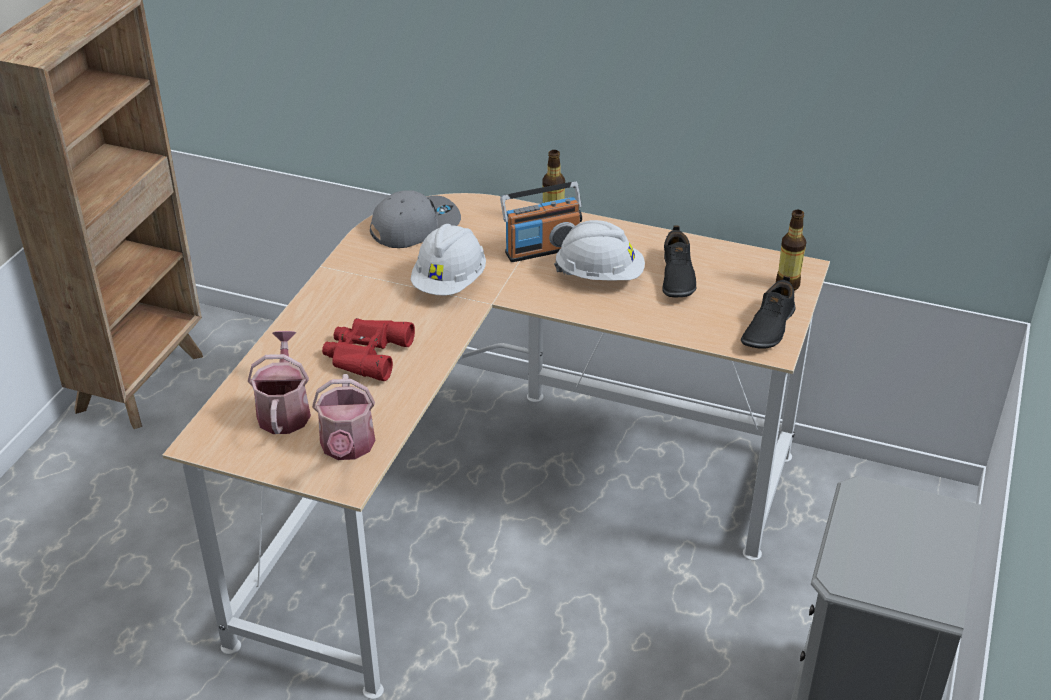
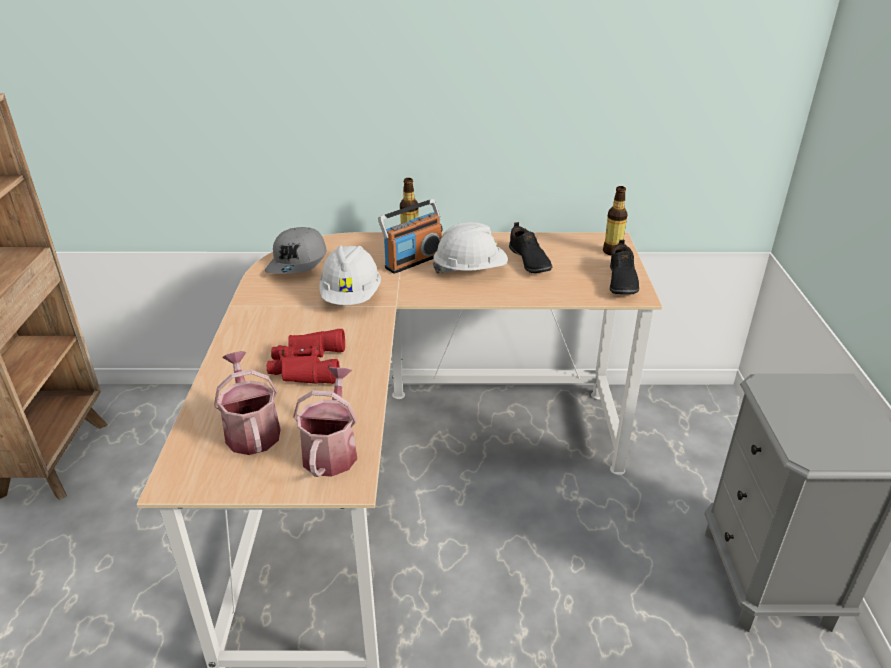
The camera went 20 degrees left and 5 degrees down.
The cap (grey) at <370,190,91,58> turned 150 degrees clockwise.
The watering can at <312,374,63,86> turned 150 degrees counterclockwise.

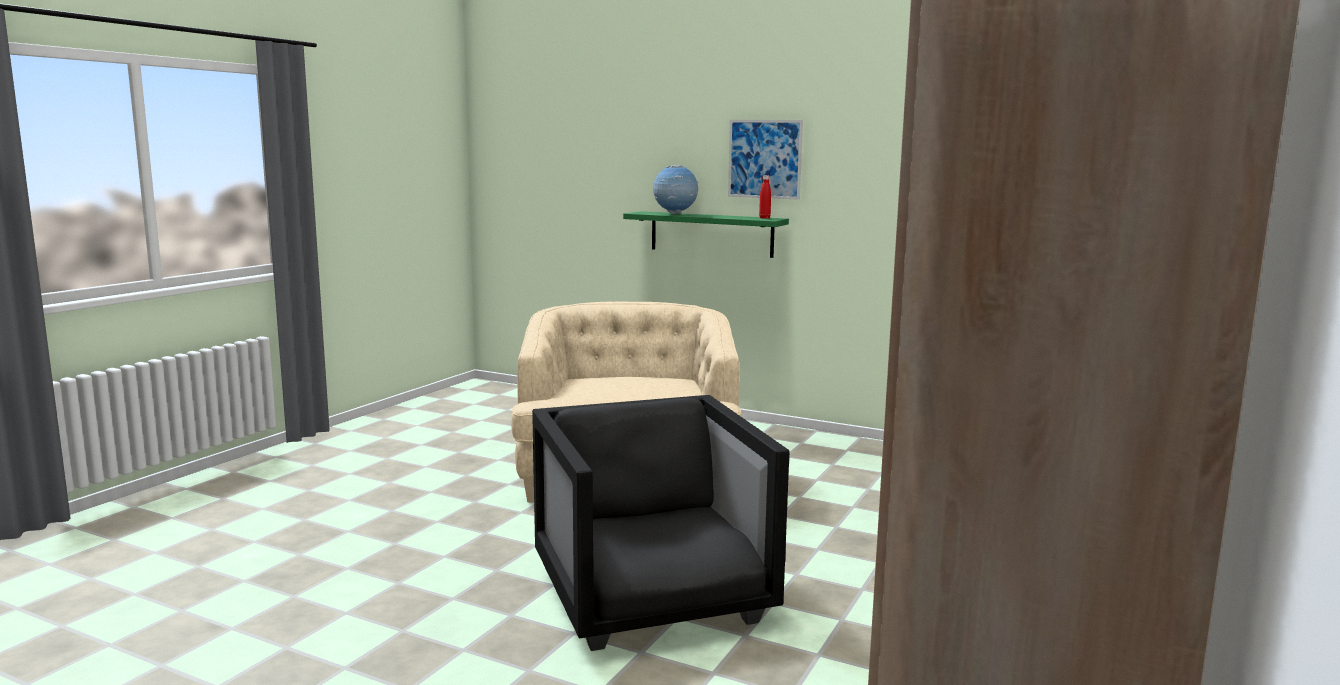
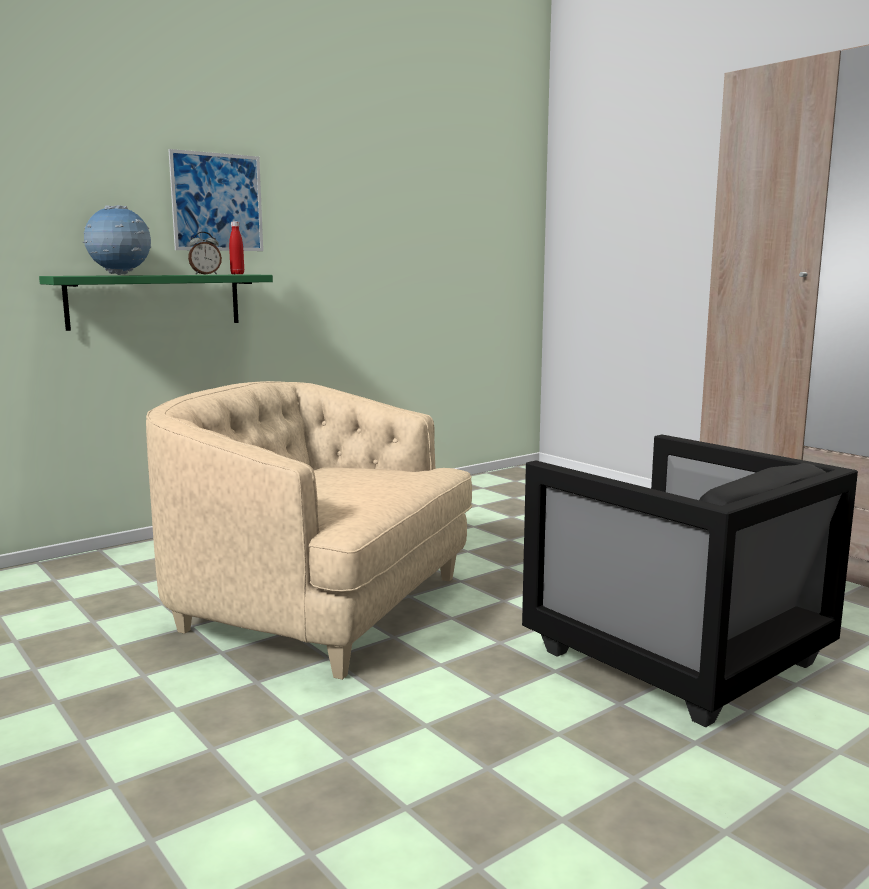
The camera went 65 degrees left and 0 degrees up.
The armchair (black) at <532,395,258,256> turned 135 degrees counterclockwise.
The alarm clock at <188,232,34,43> appeared.

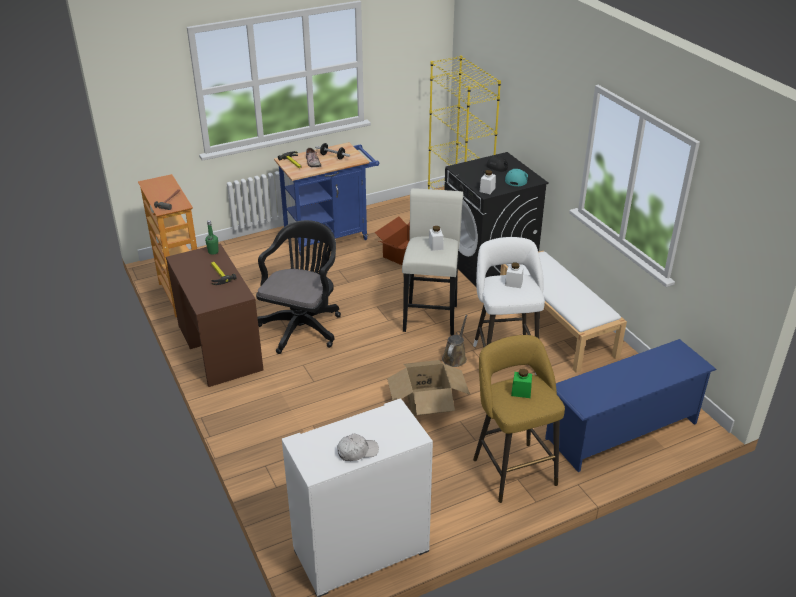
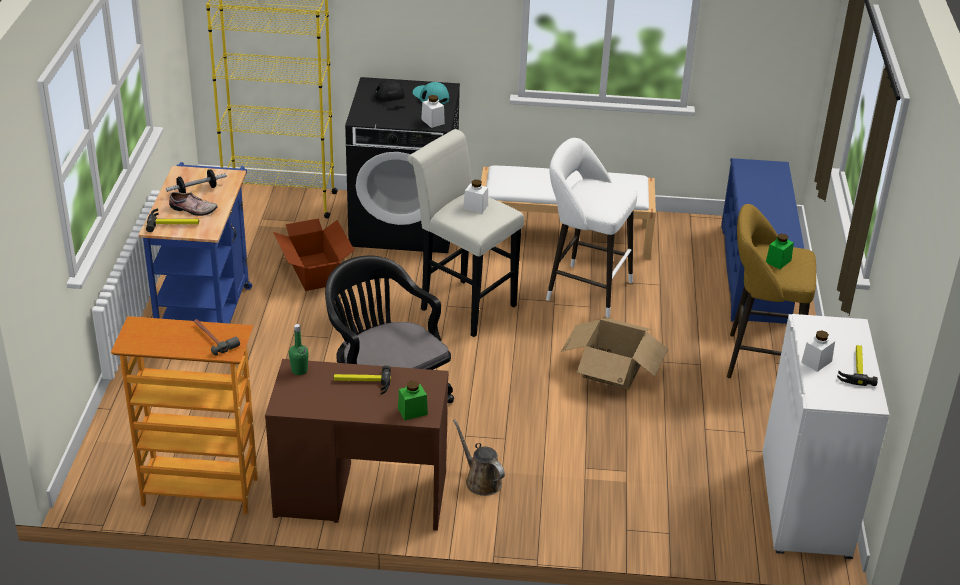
The camera went 60 degrees left and 0 degrees up.
The jar (white) moved from <505,262,18,26> to <801,330,34,42>.
The watering can (brown) moved from <442,315,25,52> to <453,419,52,77>.
The cap (white) at <337,433,42,28> was replaced by the hammer at <837,345,41,41>.
The jar (green) at <398,381,30,39> appeared.

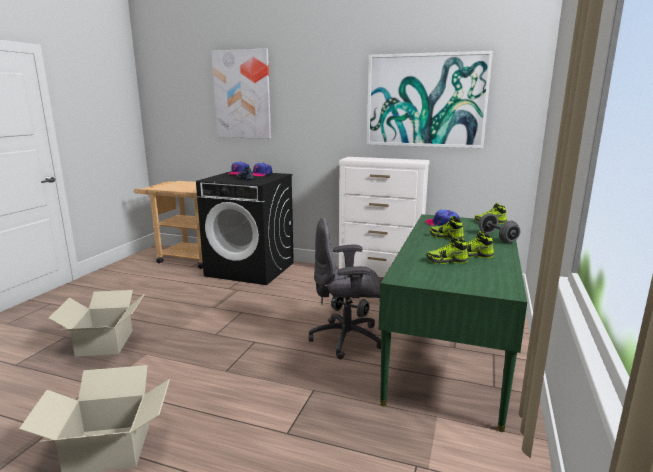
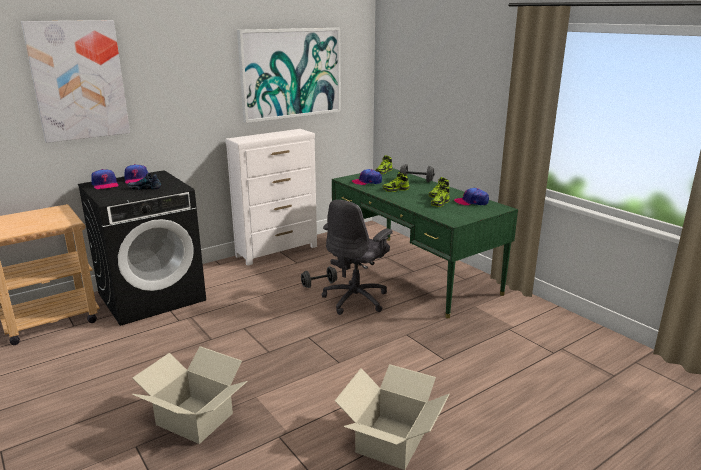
The camera went 55 degrees left and 5 degrees up.
The cap at <454,188,35,18> appeared.

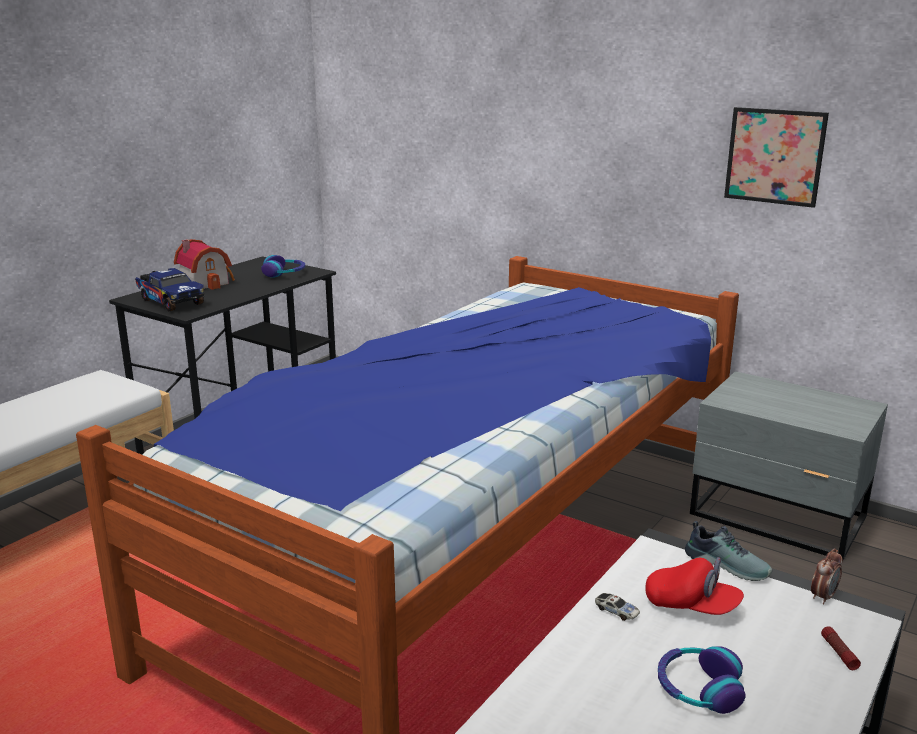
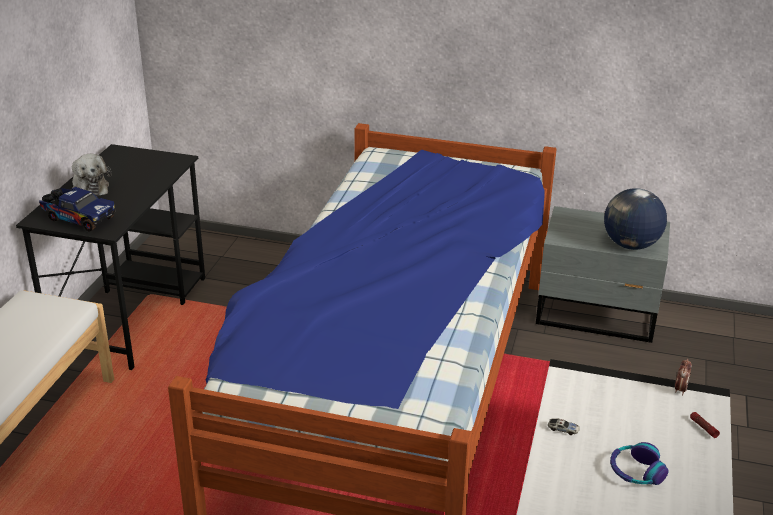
The camera went 20 degrees left and 10 degrees up.
The picture at <724,107,105,101> disappeared.
The toy house at <174,239,61,51> was replaced by the plush toy at <72,154,39,43>.
The headphones at <261,255,44,23> disappeared.
The shoe at <685,521,87,60> disappeared.
The cap (red) at <645,557,99,58> disappeared.
The globe at <604,188,63,62> appeared.

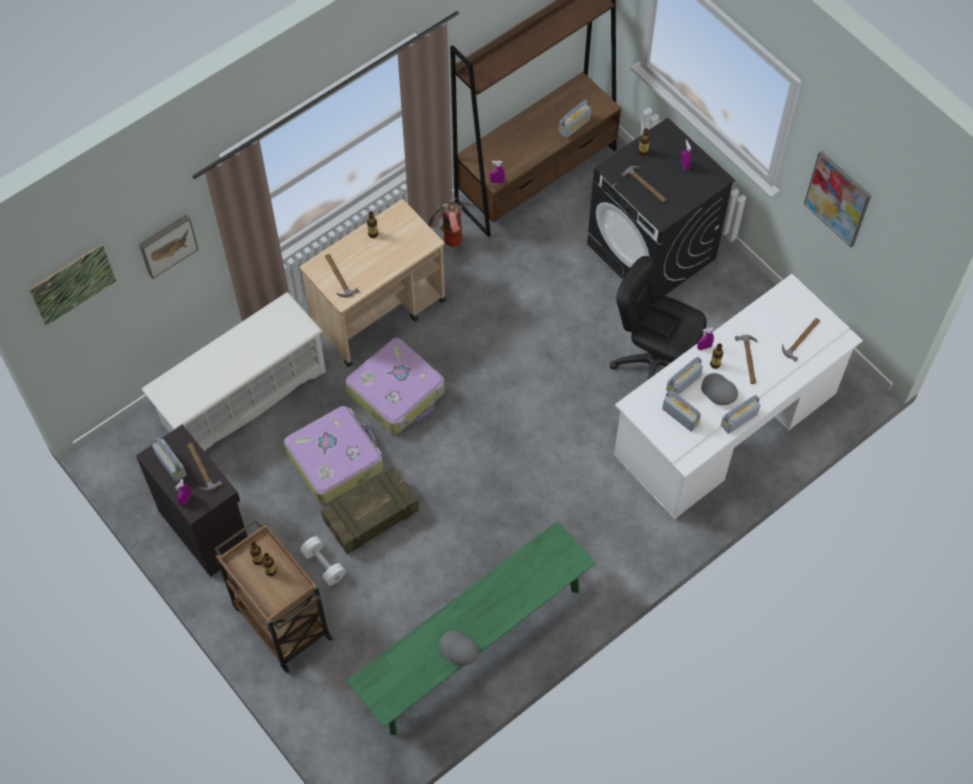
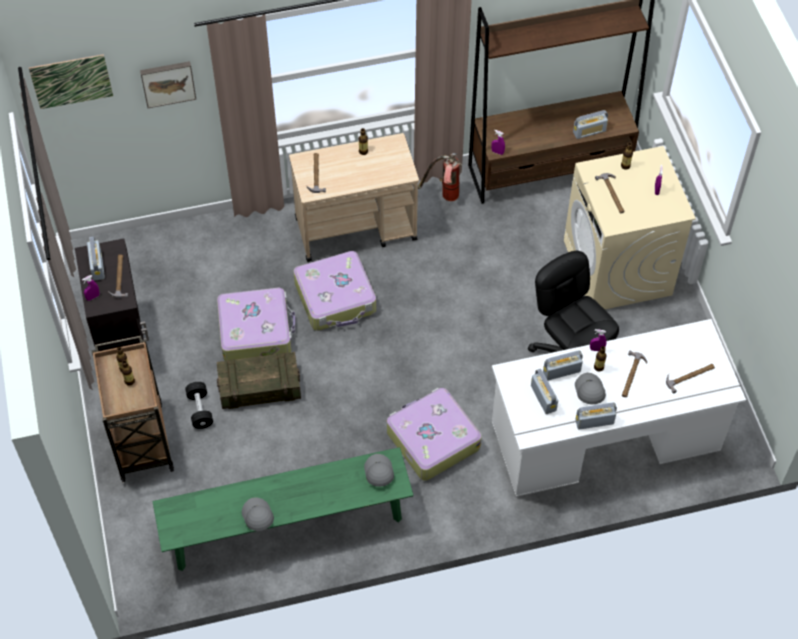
The camera went 25 degrees right and 5 degrees down.
The washing machine (black) at <587,117,148,179> became the washing machine (beige) at <564,146,132,163>.
The picture at <804,151,67,96> disappeared.
The shoe rack (white) at <142,292,184,159> disappeared.
The dumbbell (white) at <300,536,46,50> became the dumbbell (black) at <185,382,28,47>.
The suitcase at <387,388,94,93> appeared.
The cap (grey) at <364,454,30,33> appeared.

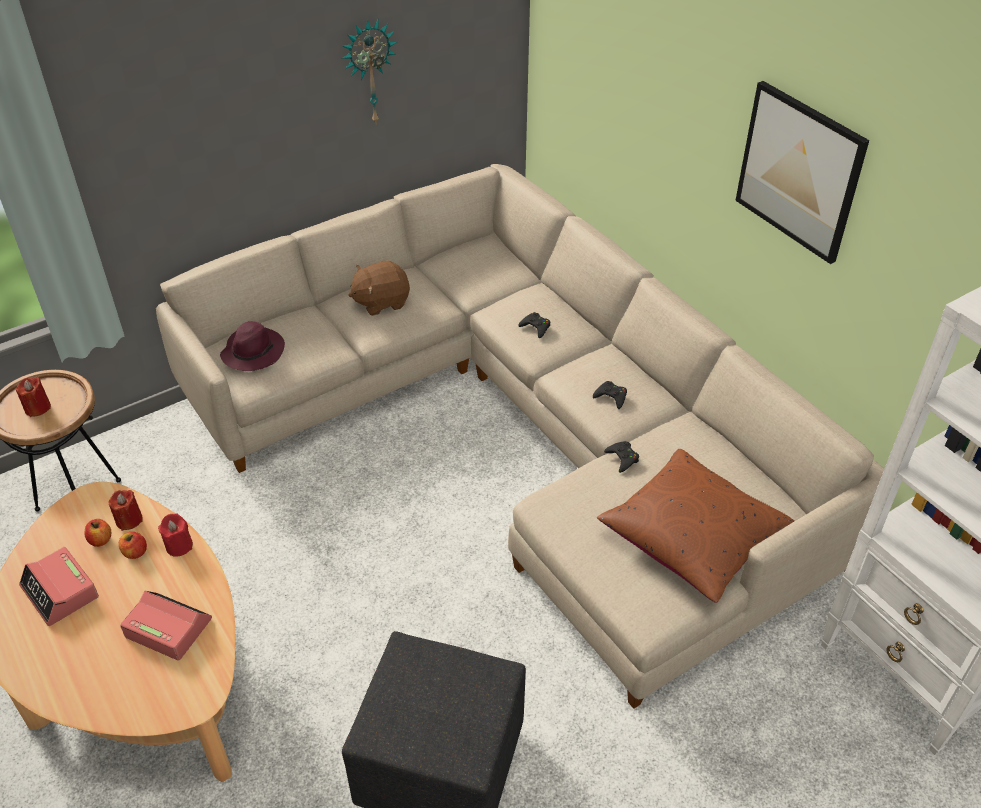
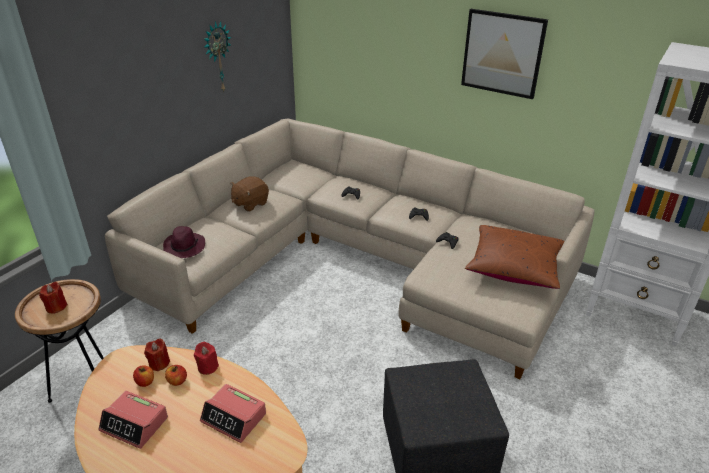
The camera went 25 degrees left and 10 degrees down.
The alarm clock at <120,591,92,69> turned 150 degrees counterclockwise.

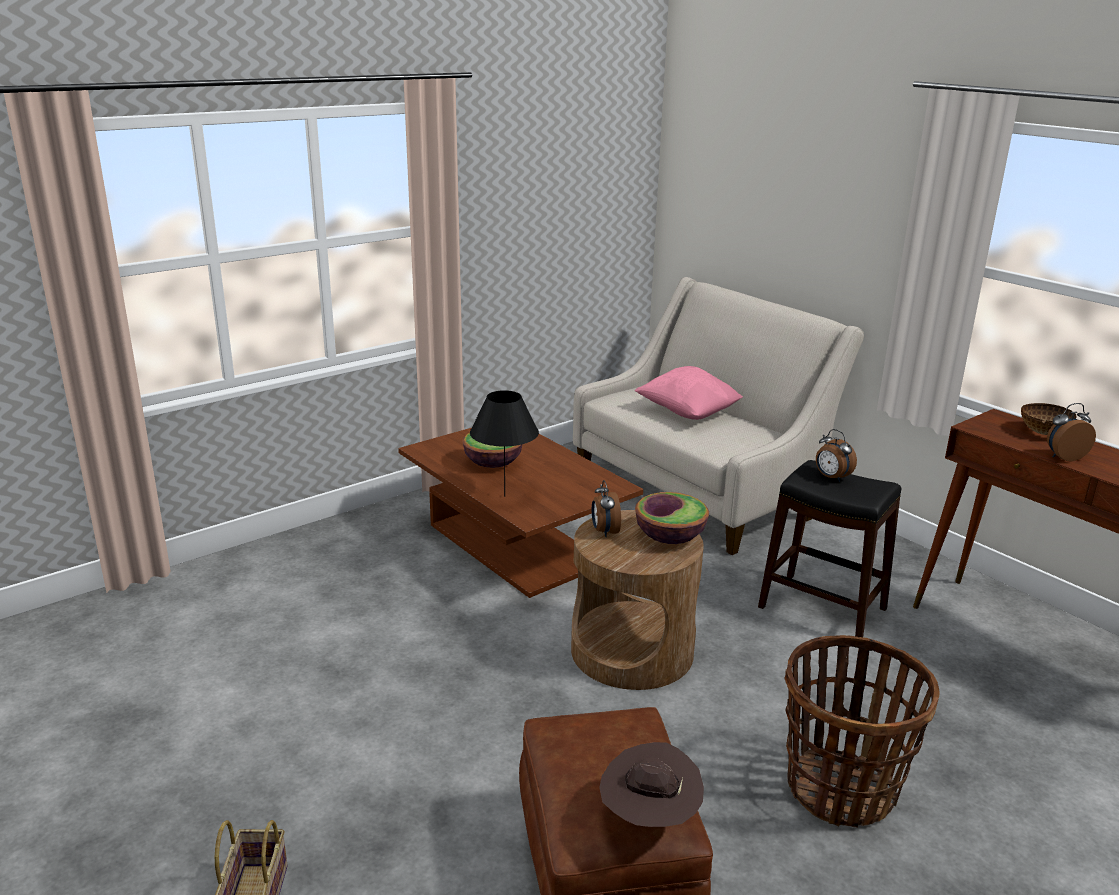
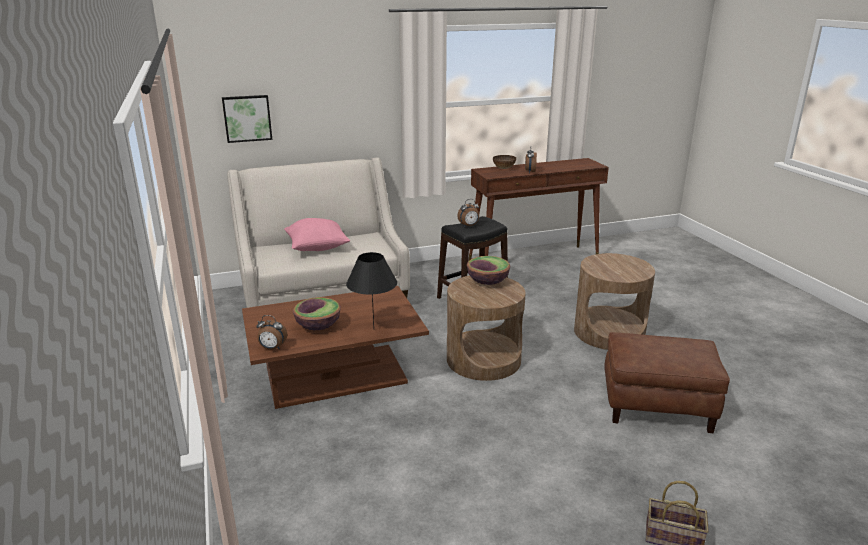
The camera went 70 degrees left and 0 degrees up.
The alarm clock moved from <592,480,29,57> to <256,315,31,35>.
The basket at <784,635,156,193> was replaced by the side table (brown) at <574,253,81,97>.
The hat (brown) at <599,742,105,85> disappeared.
The picture at <222,95,50,48> appeared.

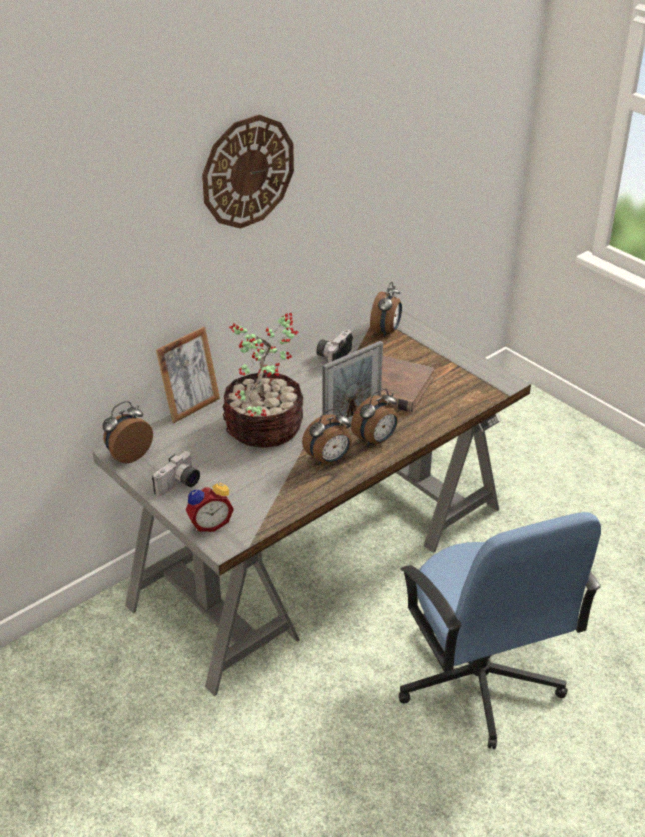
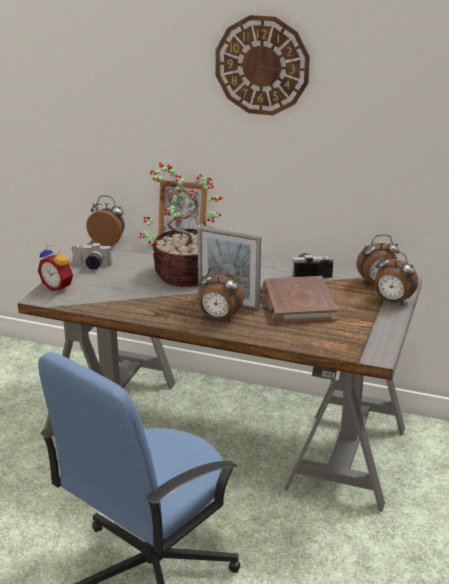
The camera went 60 degrees right and 10 degrees down.
The alarm clock moved from <302,408,50,57> to <374,251,44,54>.

